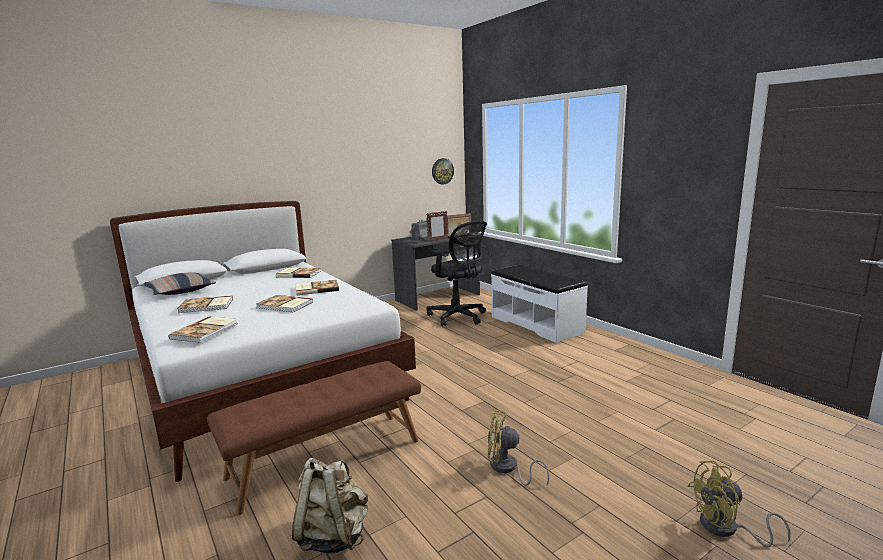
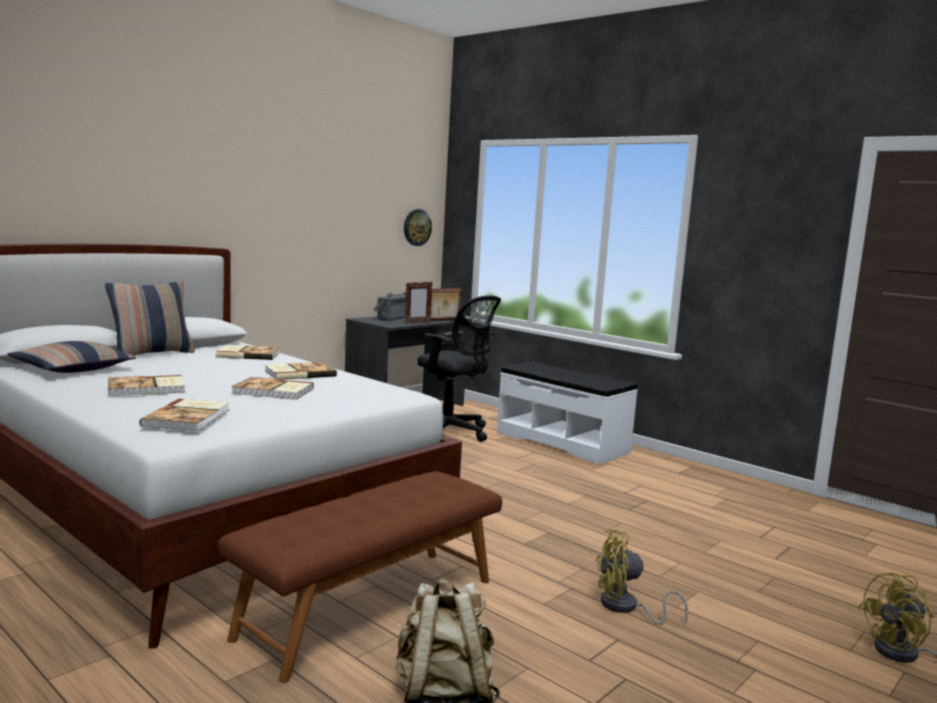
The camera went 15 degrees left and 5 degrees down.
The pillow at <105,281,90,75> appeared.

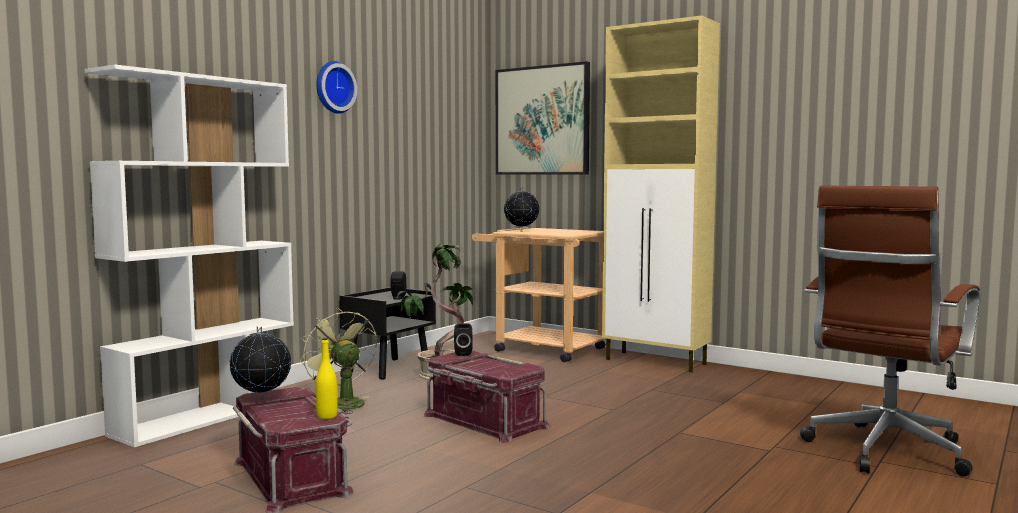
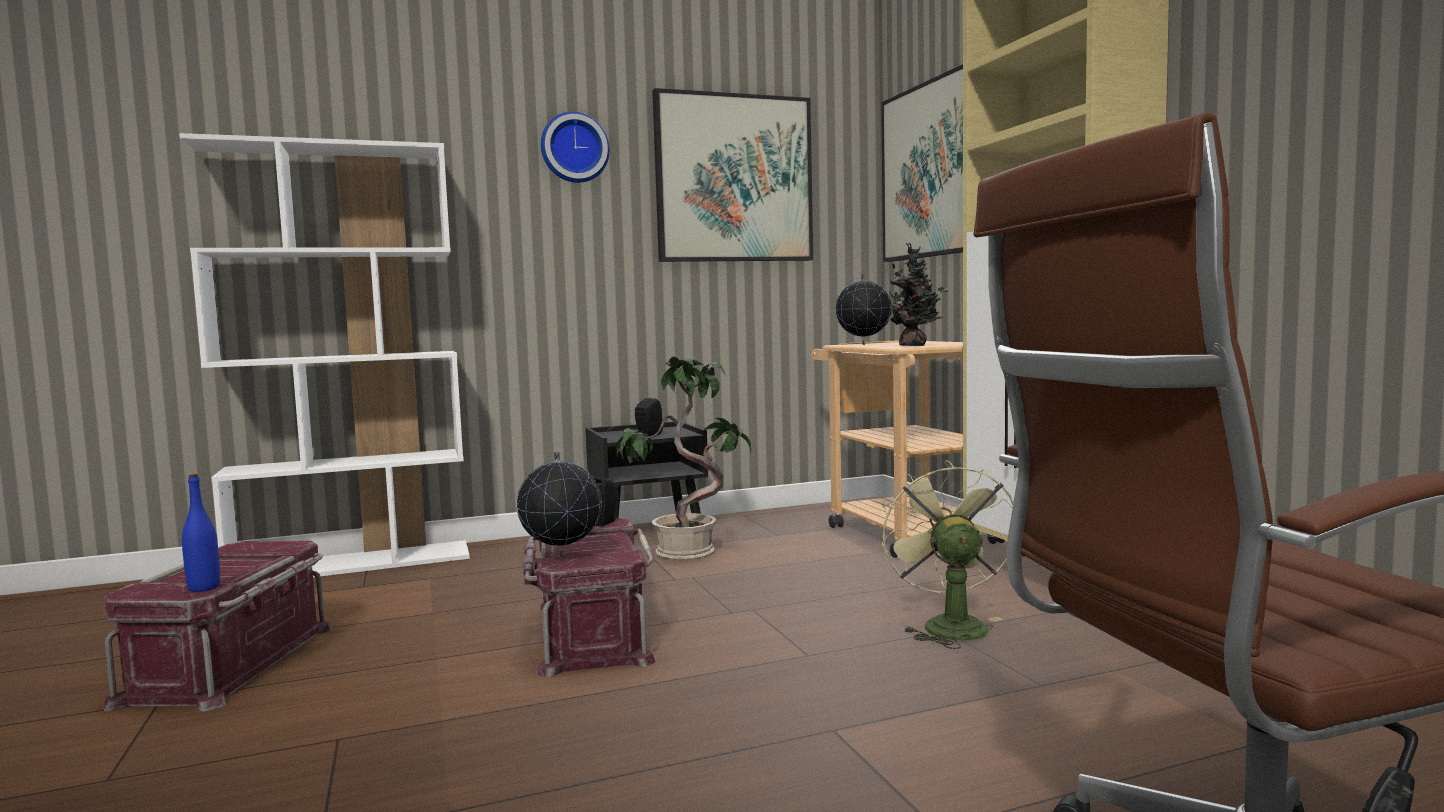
The camera went 35 degrees right and 0 degrees up.
The fan (green) moved from <300,308,77,106> to <882,460,131,189>.
The globe moved from <229,327,62,73> to <516,452,86,105>.
The bottle (yellow) at <315,338,22,81> became the bottle (blue) at <182,474,38,118>.
The picture at <652,88,161,174> appeared.
The potted plant at <882,243,67,103> appeared.

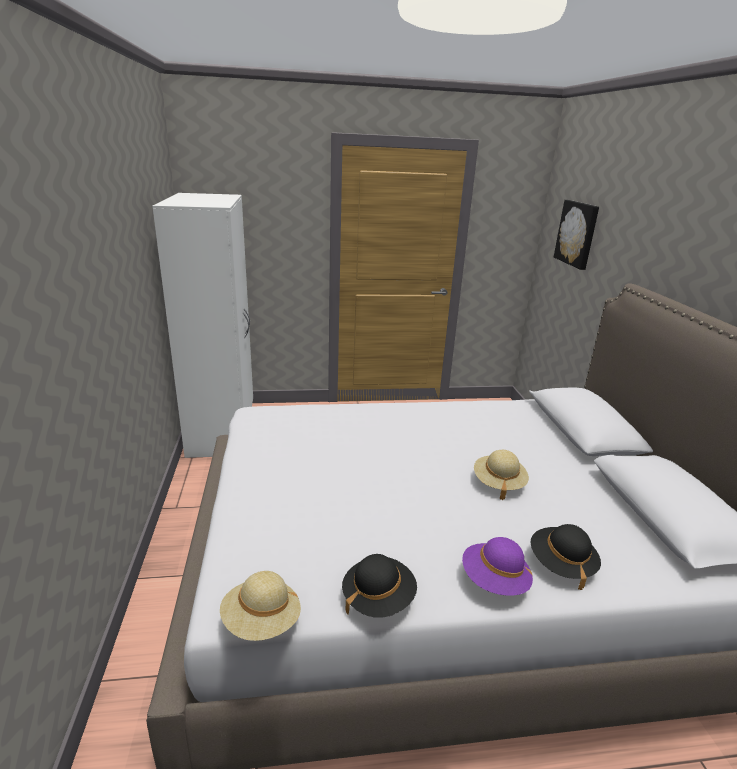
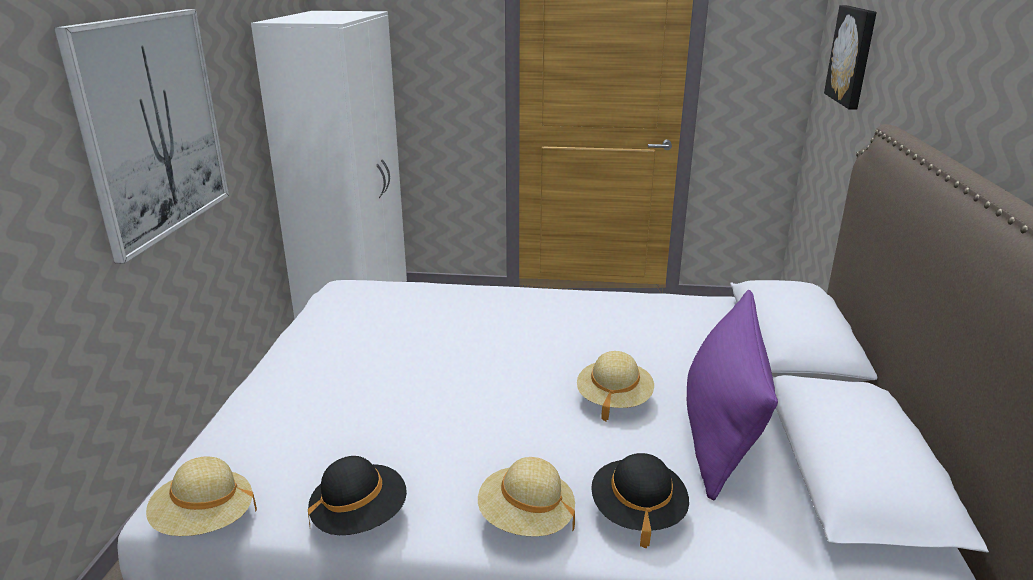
The camera went 15 degrees right and 0 degrees up.
The hat (purple) at <462,537,71,59> became the hat (beige) at <478,457,97,79>.
The picture at <54,9,175,255> appeared.
The pillow (purple) at <687,290,91,210> appeared.

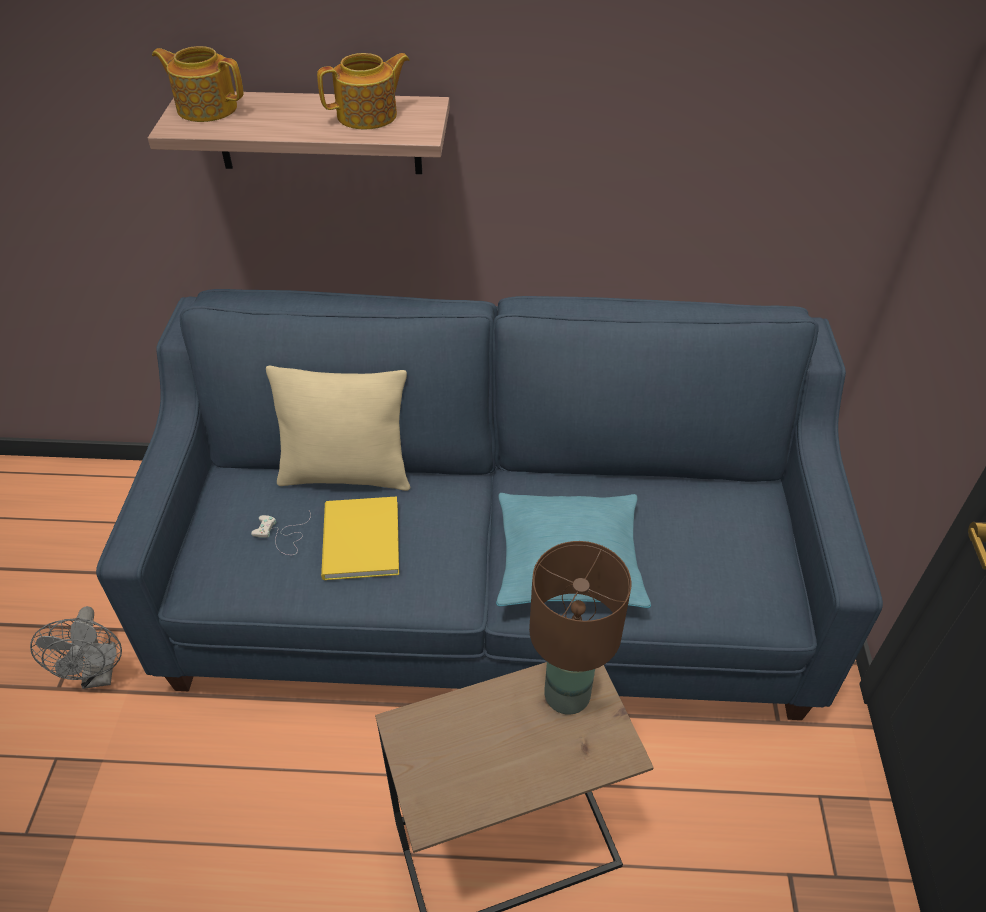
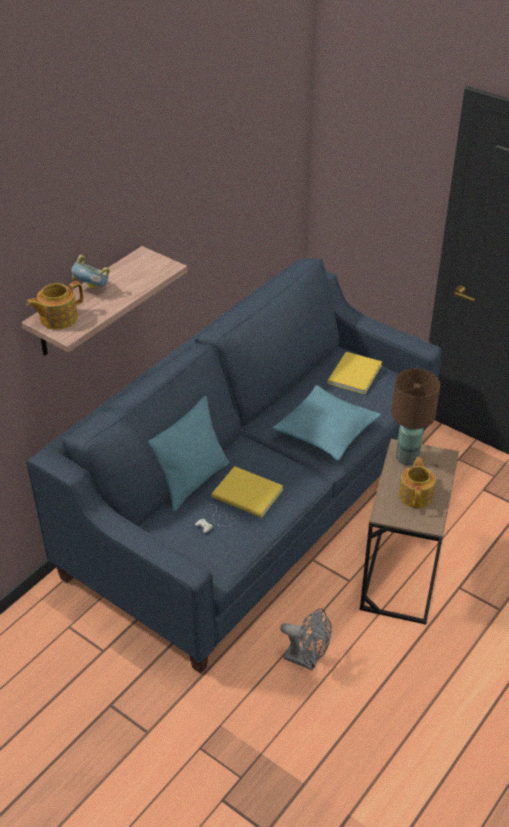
The camera went 55 degrees left and 5 degrees down.
The teapot moved from <317,53,93,76> to <399,457,36,51>.
The pillow (beige) at <266,366,144,125> became the pillow (turquoise) at <148,396,81,115>.
The fan (grey) moved from <30,606,92,83> to <280,608,52,63>.
The bowl at <71,255,39,34> appeared.
The book (yellow) at <327,352,55,42> appeared.

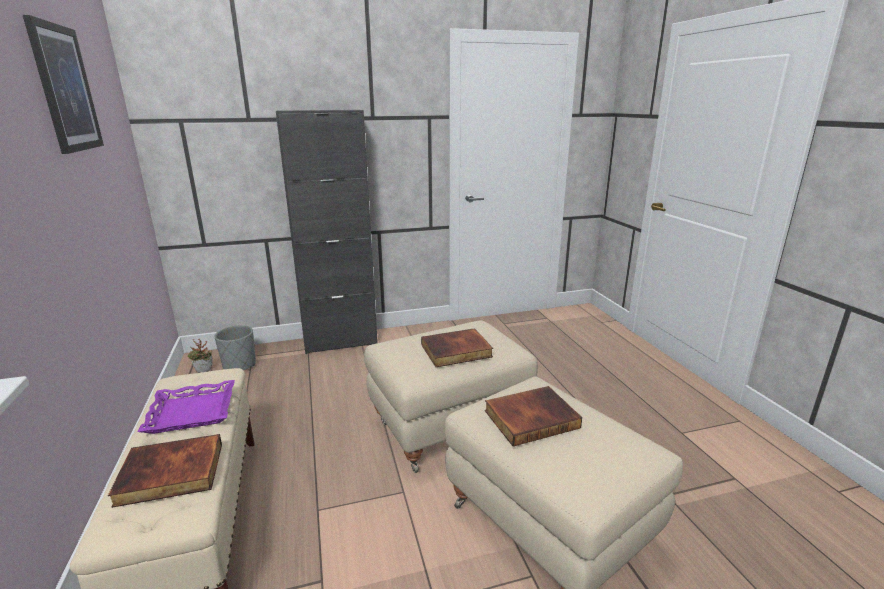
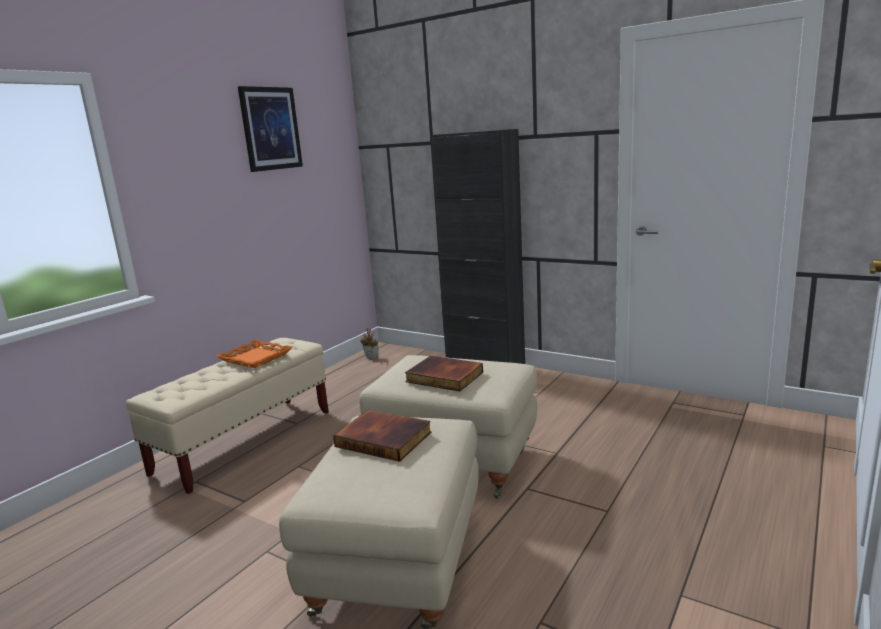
The camera went 50 degrees right and 5 degrees down.
The planter (grey) at <214,325,42,45> disappeared.
The tray (purple) at <137,380,98,54> became the tray (orange) at <216,340,77,28>.
The book at <108,434,114,74> disappeared.

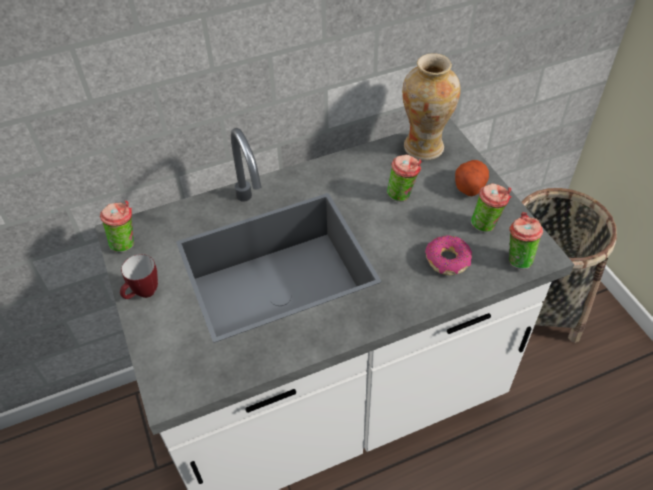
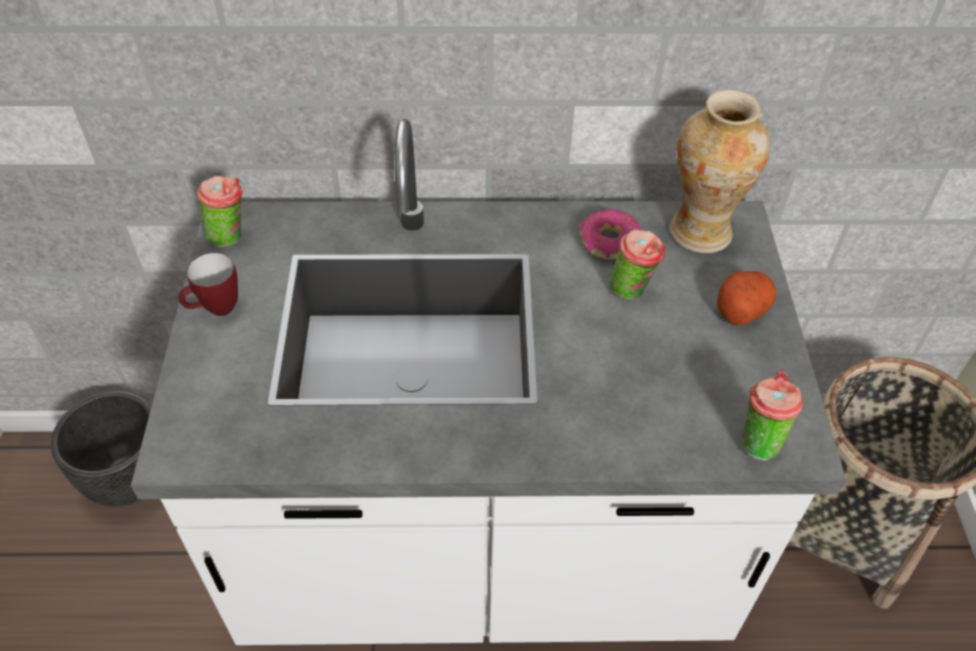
The camera went 20 degrees right and 0 degrees up.
The cup at <471,183,41,49> disappeared.
The donut moved from <425,235,47,40> to <580,209,61,51>.
The planter (black) at <51,391,101,116> appeared.

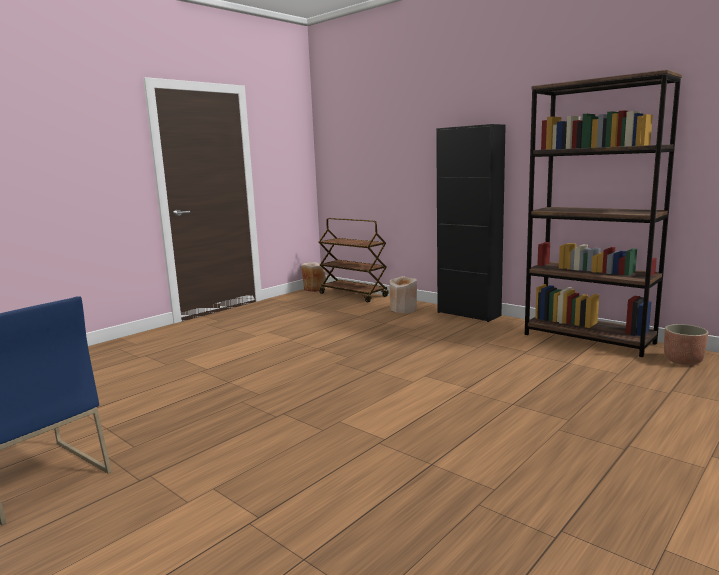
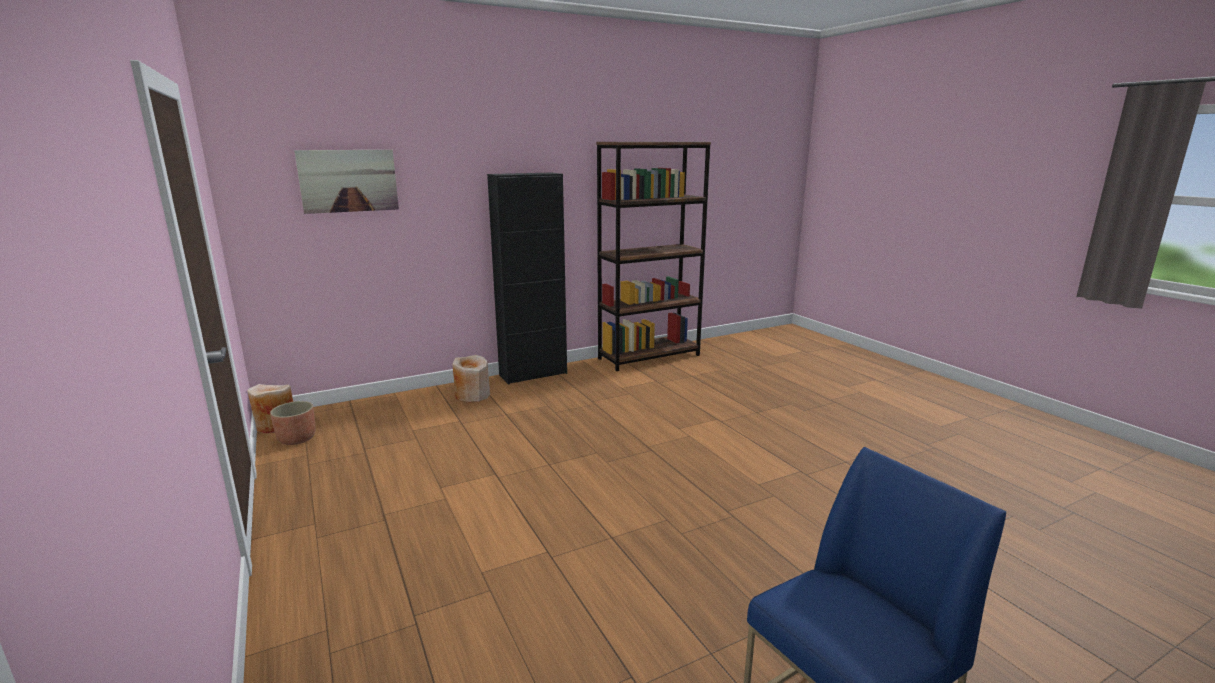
The camera went 70 degrees left and 5 degrees up.
The cart (brown) at <318,218,71,85> disappeared.
The planter moved from <664,324,44,41> to <270,401,45,44>.
The picture at <294,150,105,64> appeared.

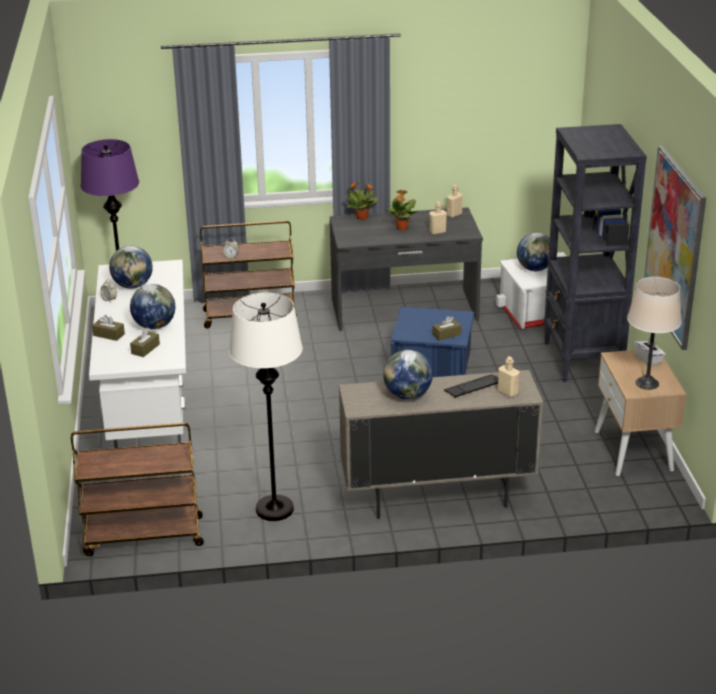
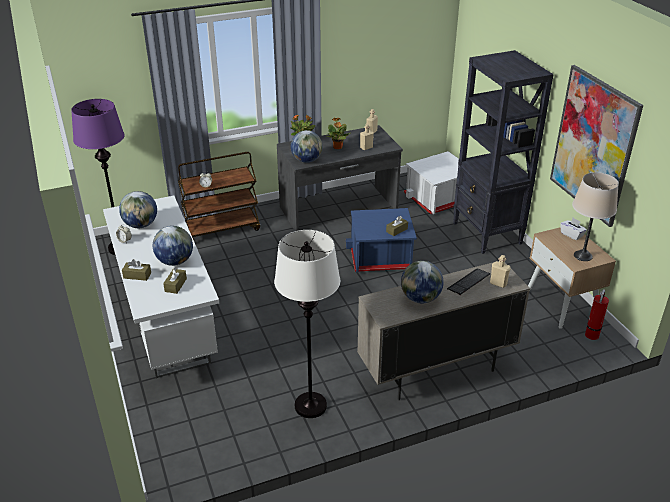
The camera went 15 degrees left and 5 degrees up.
The globe moved from <517,232,33,39> to <291,130,31,33>.
The cart (brown) at <71,423,133,133> disappeared.
The fire extinguisher at <585,289,24,51> appeared.

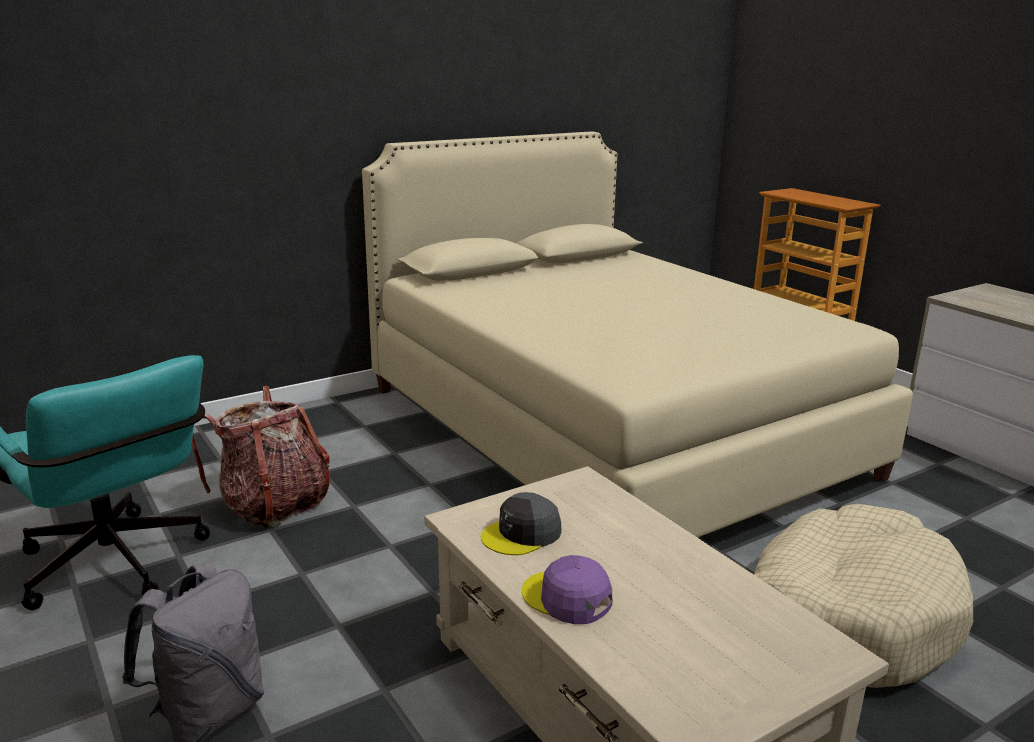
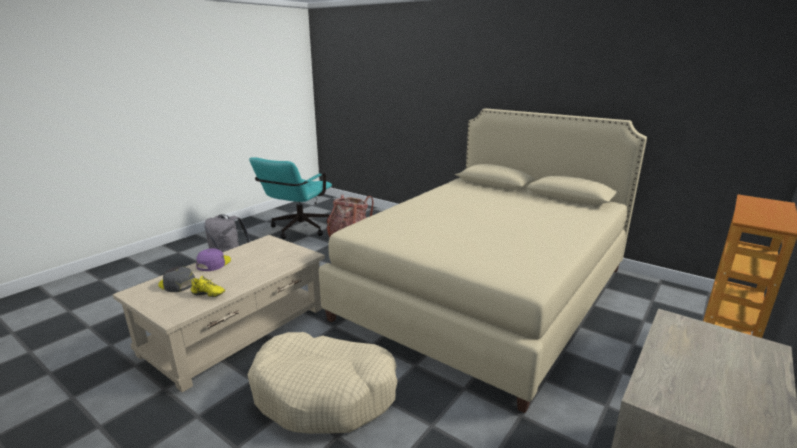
The camera went 70 degrees right and 0 degrees up.
The cap (grey) moved from <481,492,80,63> to <158,266,37,26>.
The shoe (yellow) at <191,276,34,21> appeared.

